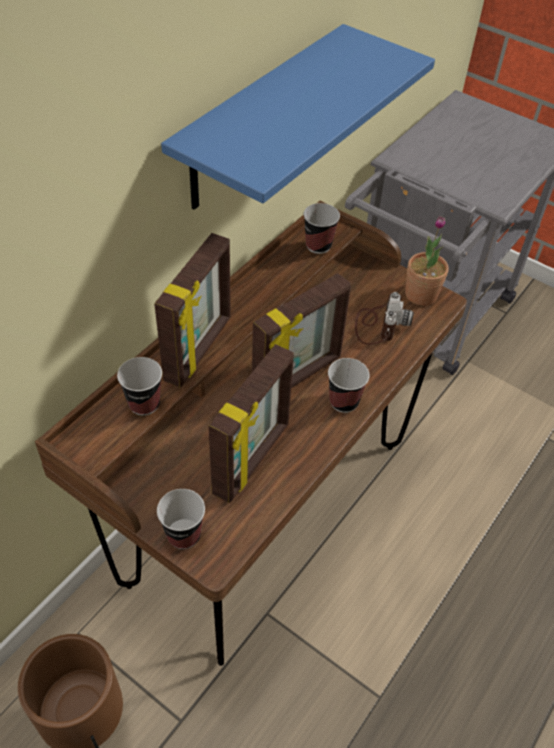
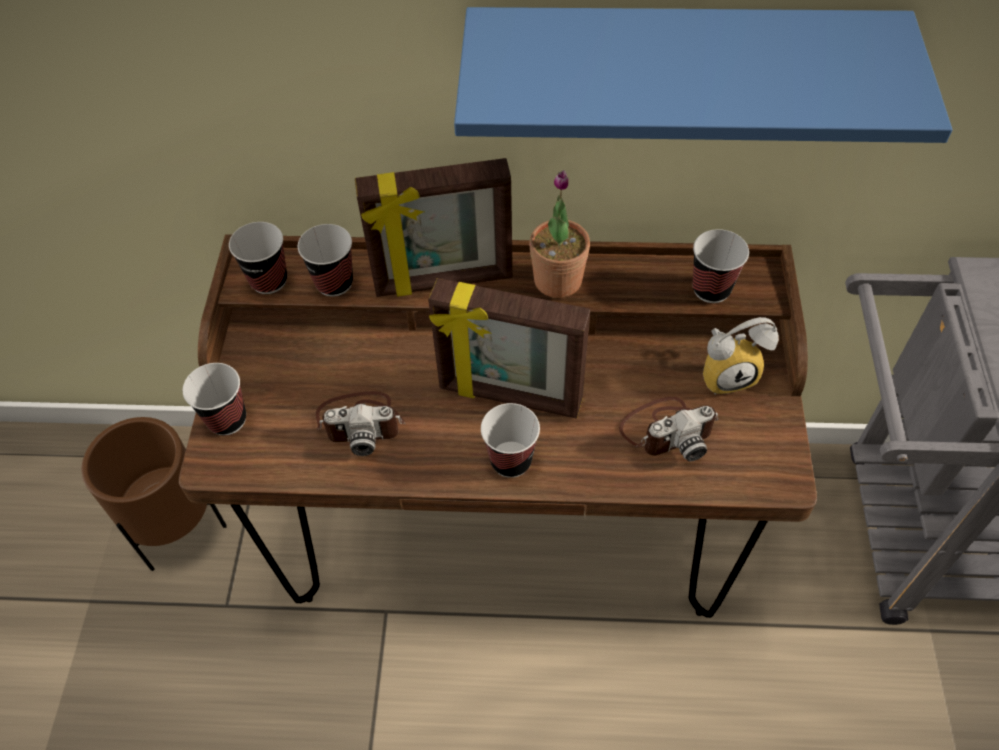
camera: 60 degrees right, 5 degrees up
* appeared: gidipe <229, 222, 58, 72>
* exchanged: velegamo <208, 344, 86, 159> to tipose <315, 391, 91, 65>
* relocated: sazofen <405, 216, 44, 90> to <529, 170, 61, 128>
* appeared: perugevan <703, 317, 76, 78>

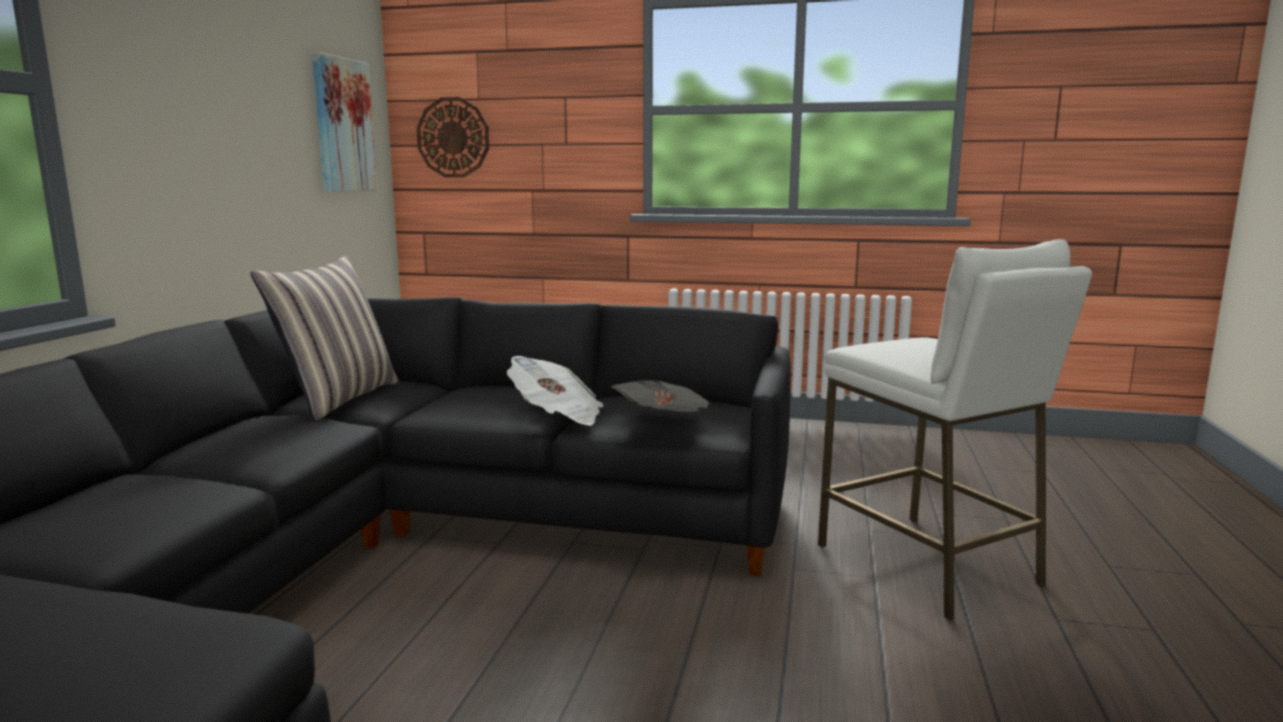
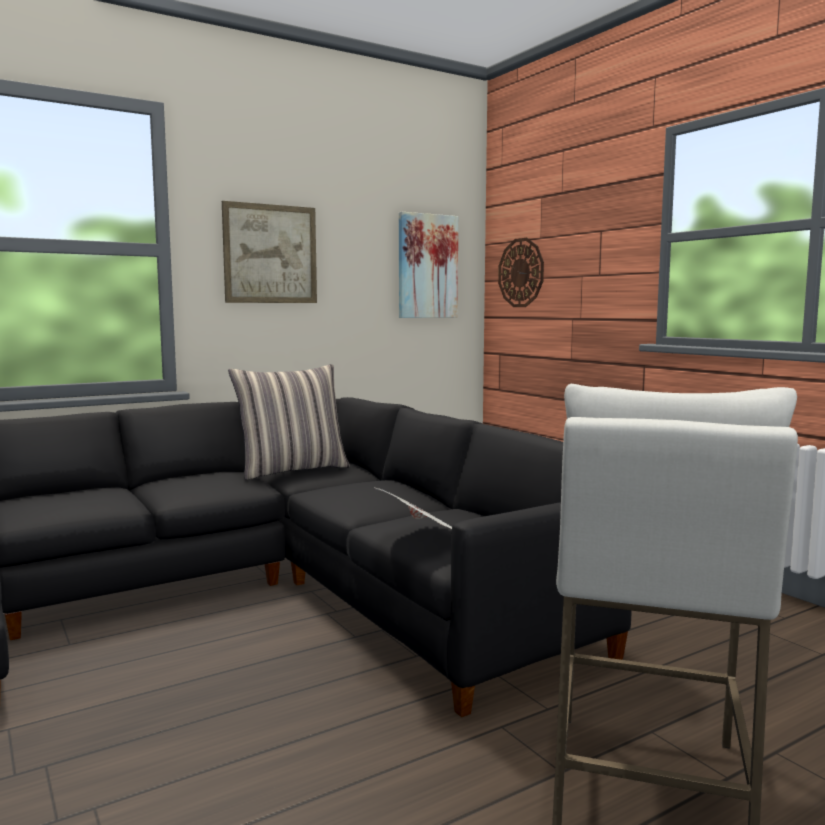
camera: 45 degrees right, 5 degrees down
* appeared: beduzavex <222, 201, 95, 102>
* missing: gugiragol <507, 356, 97, 70>

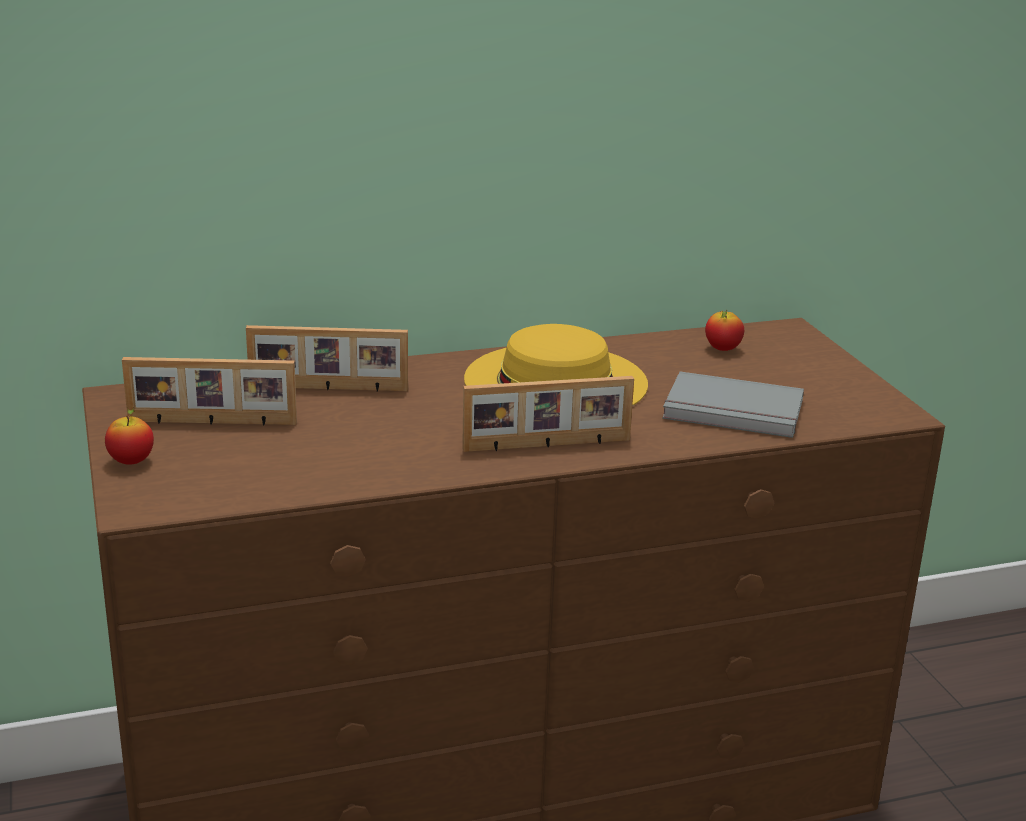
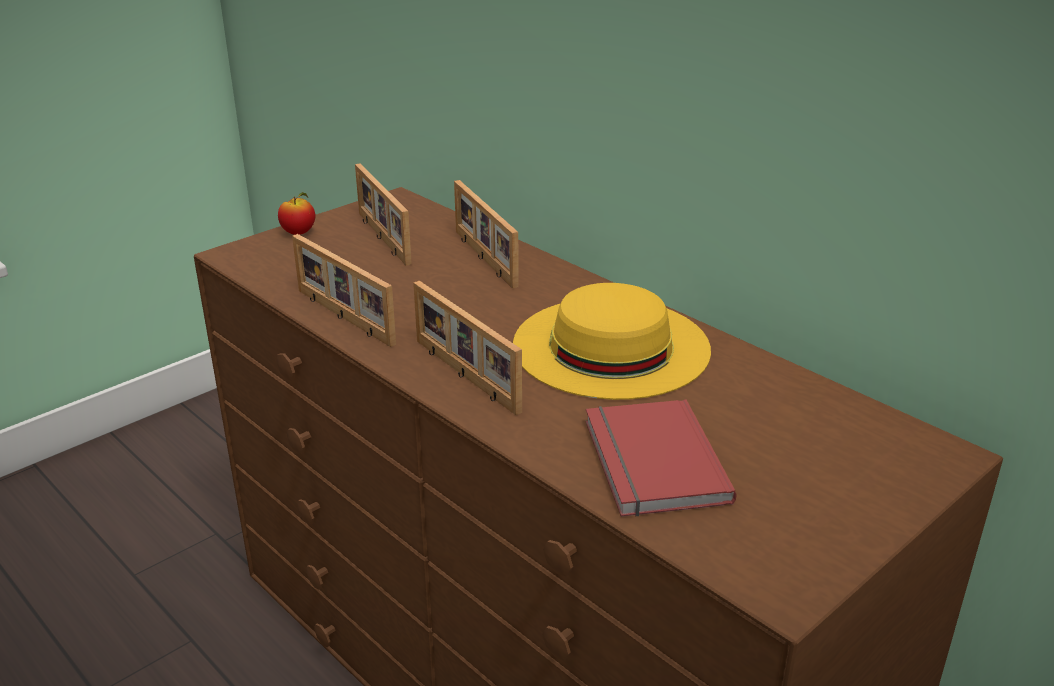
camera: 65 degrees right, 5 degrees up
* appeared: velegamo <292, 234, 104, 113>
* colour: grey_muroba <662, 372, 142, 66> to red_muroba <585, 400, 152, 117>
* missing: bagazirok <705, 310, 39, 41>

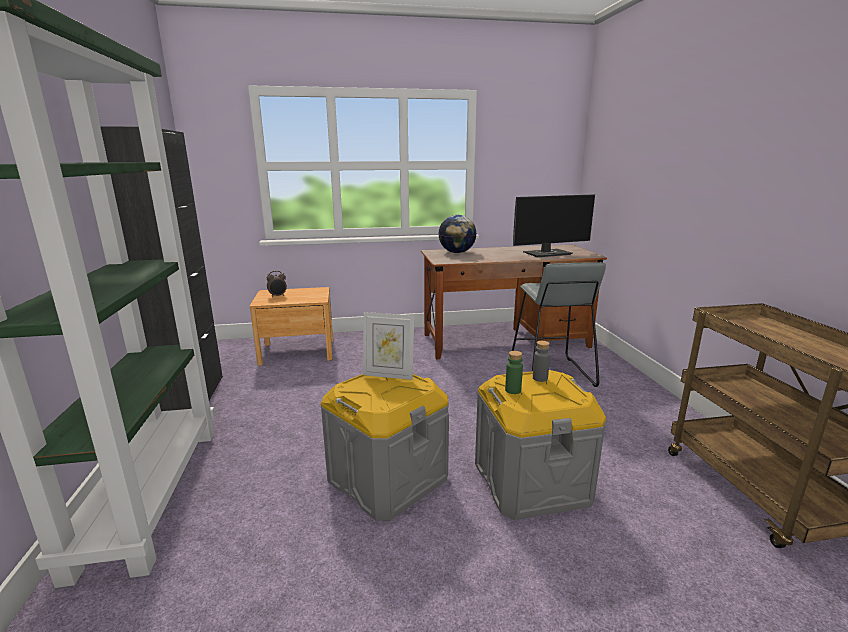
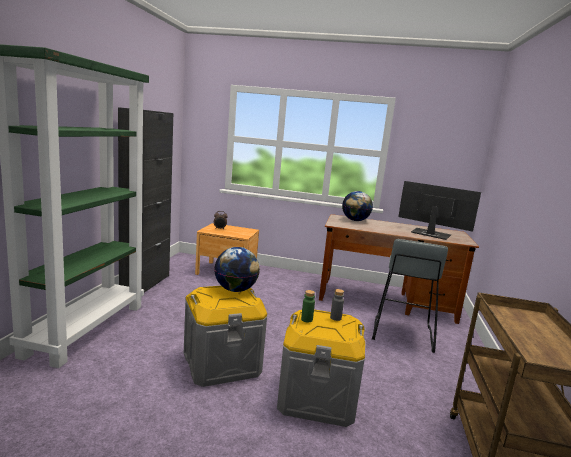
camera: 20 degrees right, 5 degrees down
* exchanged: velegamo <363, 312, 51, 68> to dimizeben <214, 247, 46, 45>
* spun: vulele <513, 194, 82, 63> = <399, 181, 82, 59> 150 degrees counterclockwise

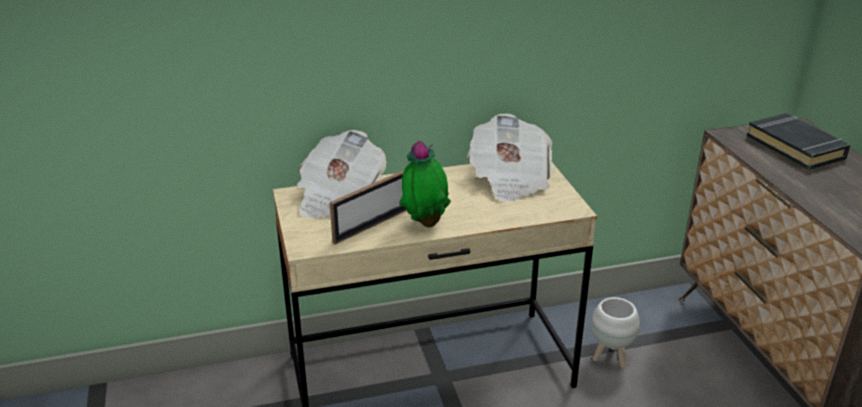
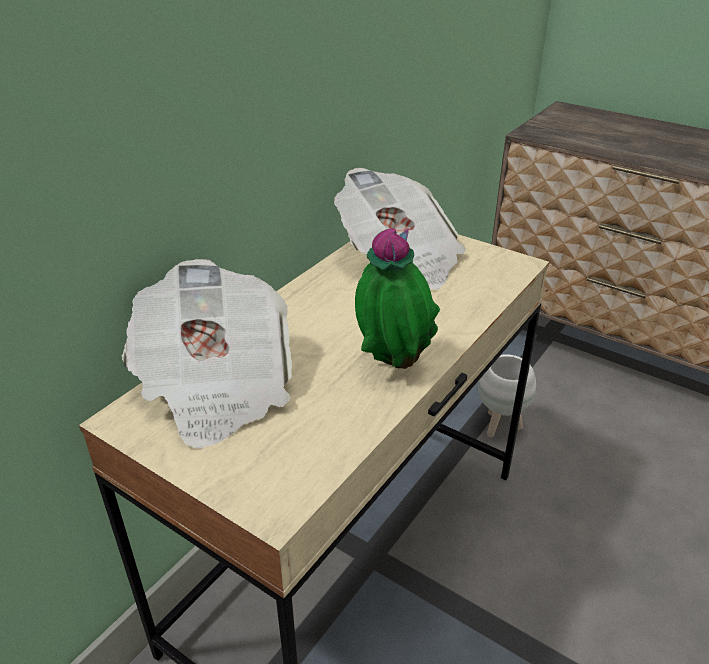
camera: 40 degrees left, 5 degrees up
* missing: velegamo <330, 170, 77, 75>
* missing: black_muroba <747, 113, 104, 57>

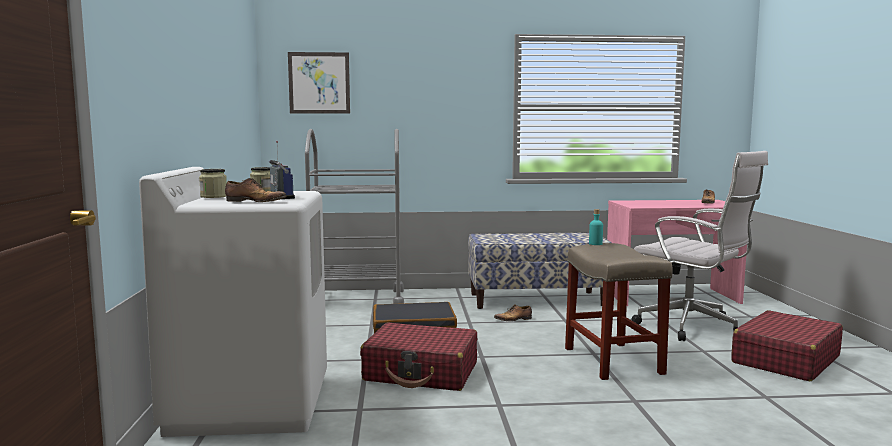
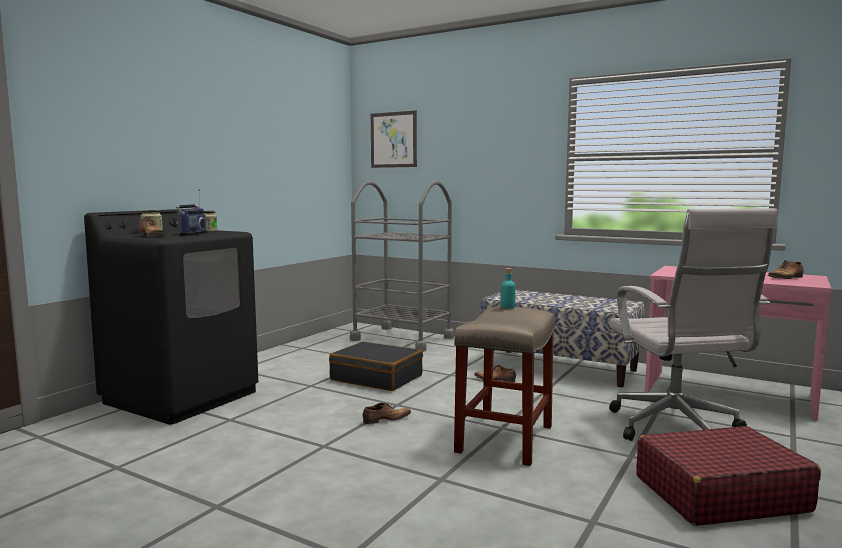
camera: 35 degrees right, 0 degrees up
* colour: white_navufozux <139, 167, 188, 270> to black_navufozux <84, 209, 174, 216>
* appeared: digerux <363, 403, 48, 21>
* missing: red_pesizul <360, 322, 117, 69>

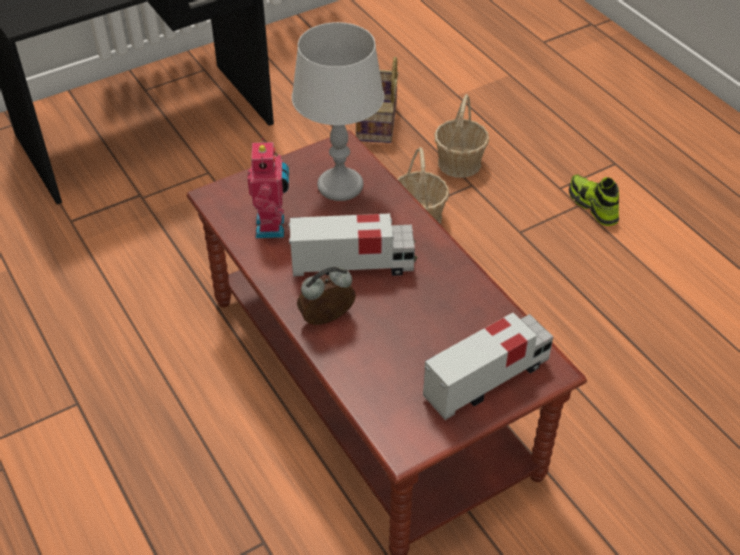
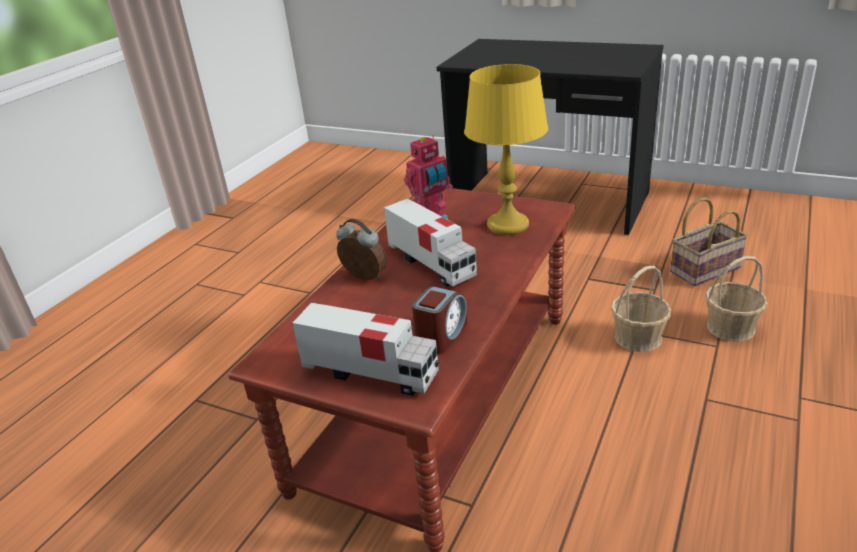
camera: 60 degrees right, 15 degrees down
* appeared: perugevan <412, 286, 55, 68>
* colour: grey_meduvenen <292, 22, 92, 179> to yellow_meduvenen <464, 64, 84, 171>
* missing: digerux <569, 174, 50, 52>

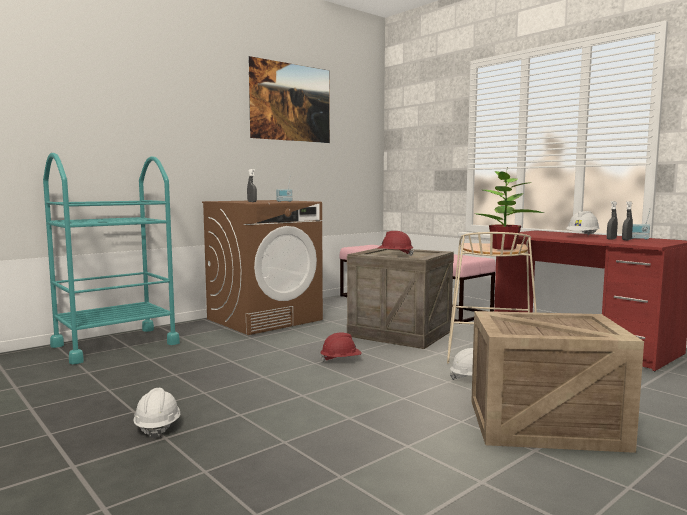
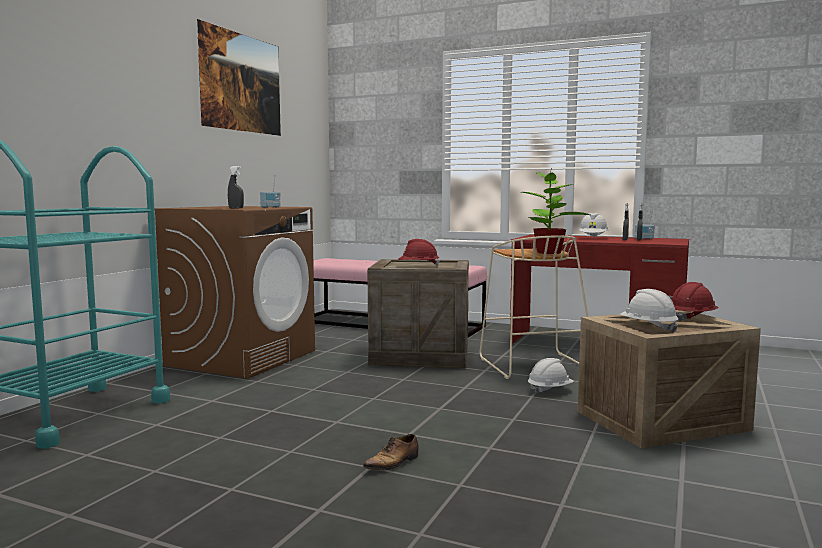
camera: 25 degrees left, 0 degrees up
* appeared: digerux <363, 434, 56, 37>
* relocated: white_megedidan <133, 388, 47, 51> to <619, 289, 59, 44>
* relocated: red_megedidan <320, 332, 42, 30> to <672, 282, 47, 40>

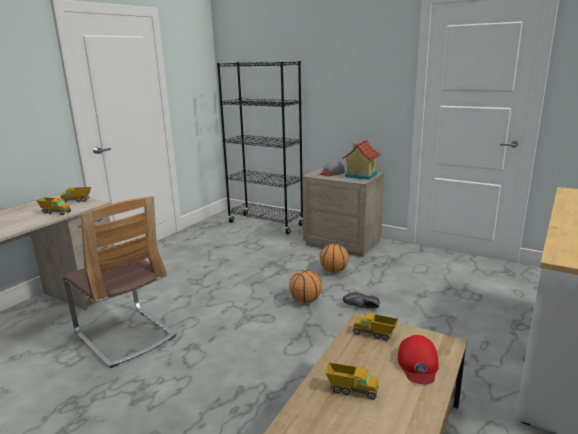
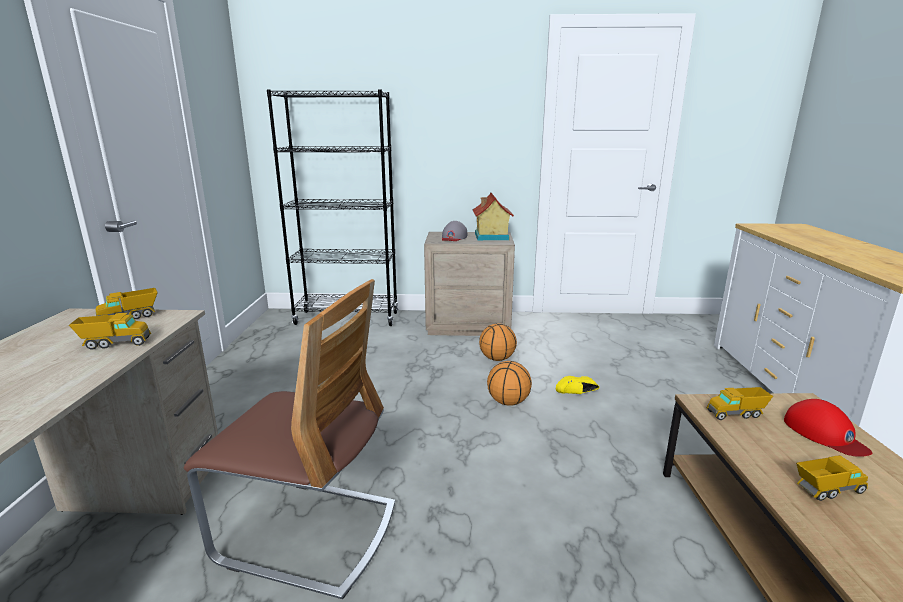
camera: 30 degrees left, 0 degrees up
* colour: black_digerux <343, 292, 36, 16> to yellow_digerux <556, 376, 43, 18>

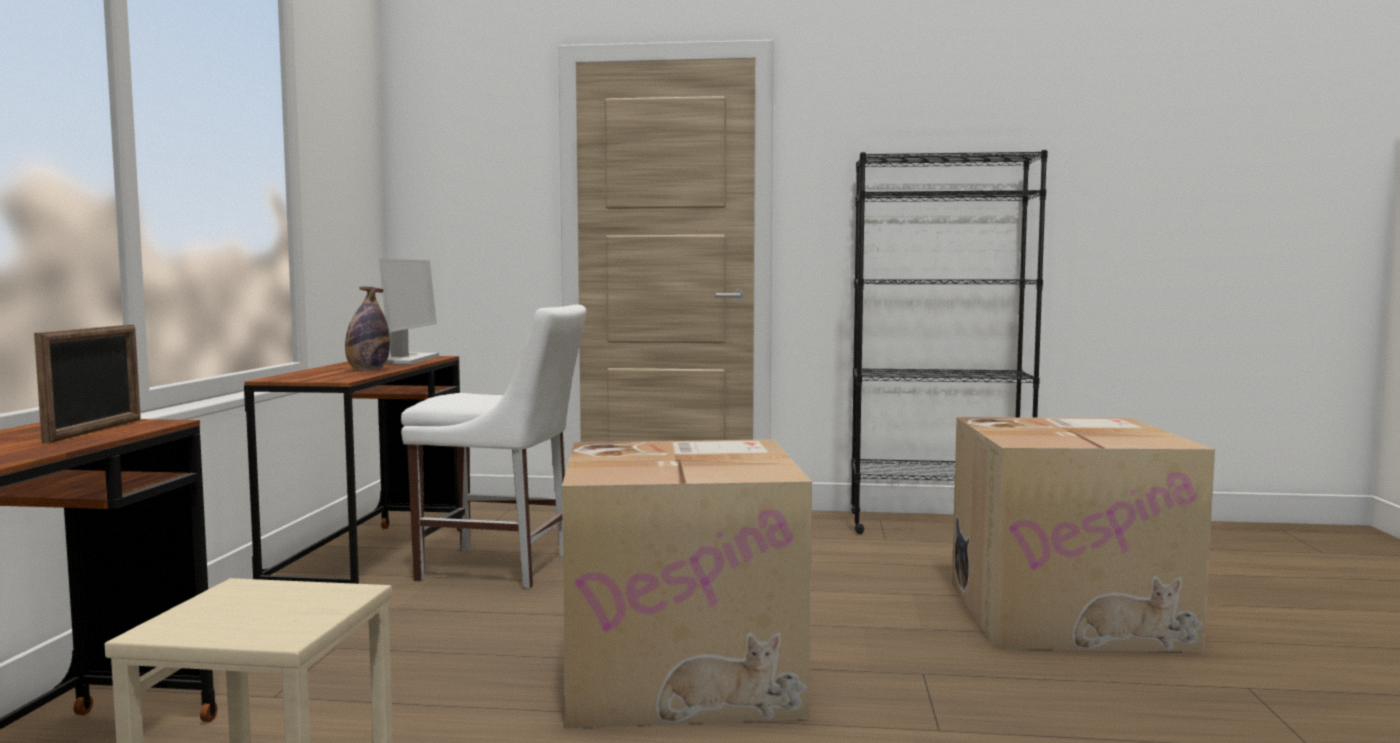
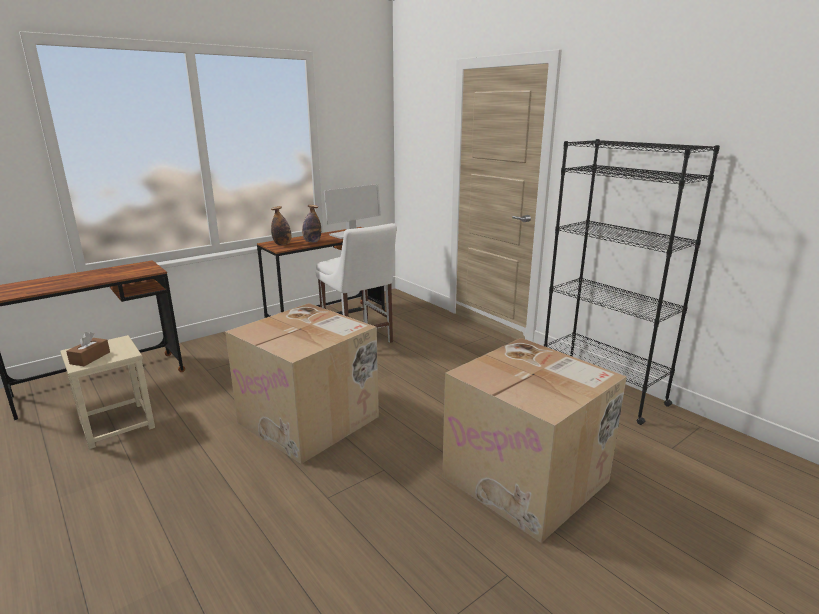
camera: 45 degrees right, 15 degrees up
* appeared: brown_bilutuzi <66, 332, 44, 34>
* appeared: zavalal <271, 206, 20, 39>
* missing: velegamo <34, 325, 107, 119>

